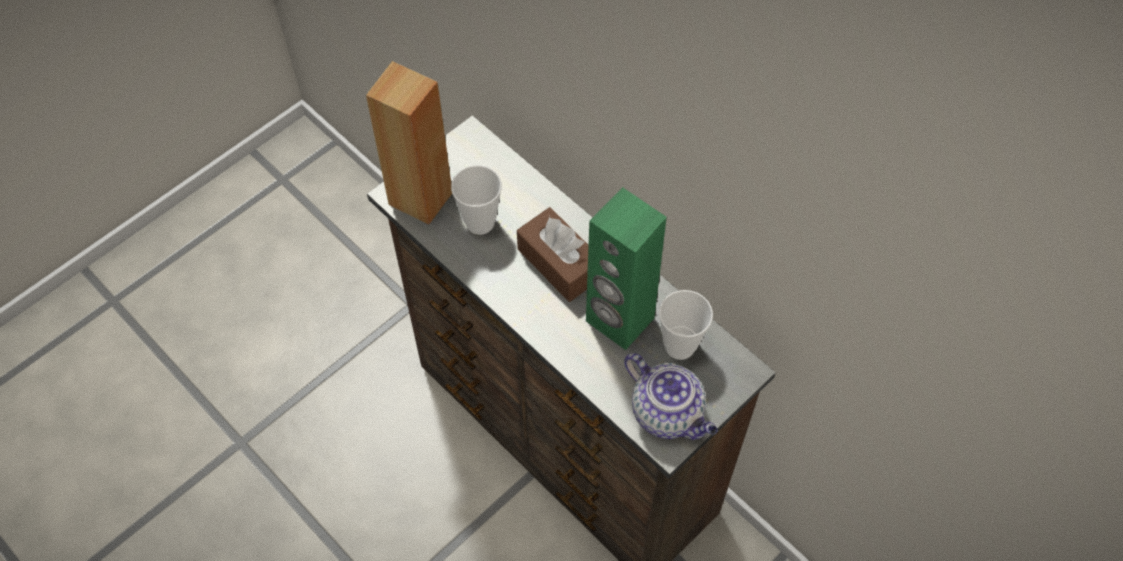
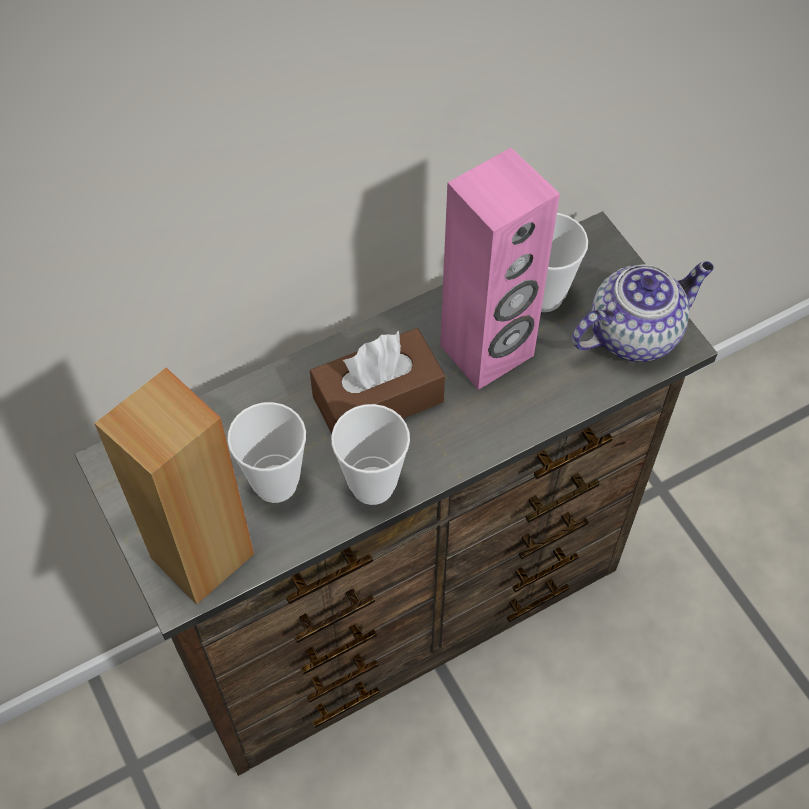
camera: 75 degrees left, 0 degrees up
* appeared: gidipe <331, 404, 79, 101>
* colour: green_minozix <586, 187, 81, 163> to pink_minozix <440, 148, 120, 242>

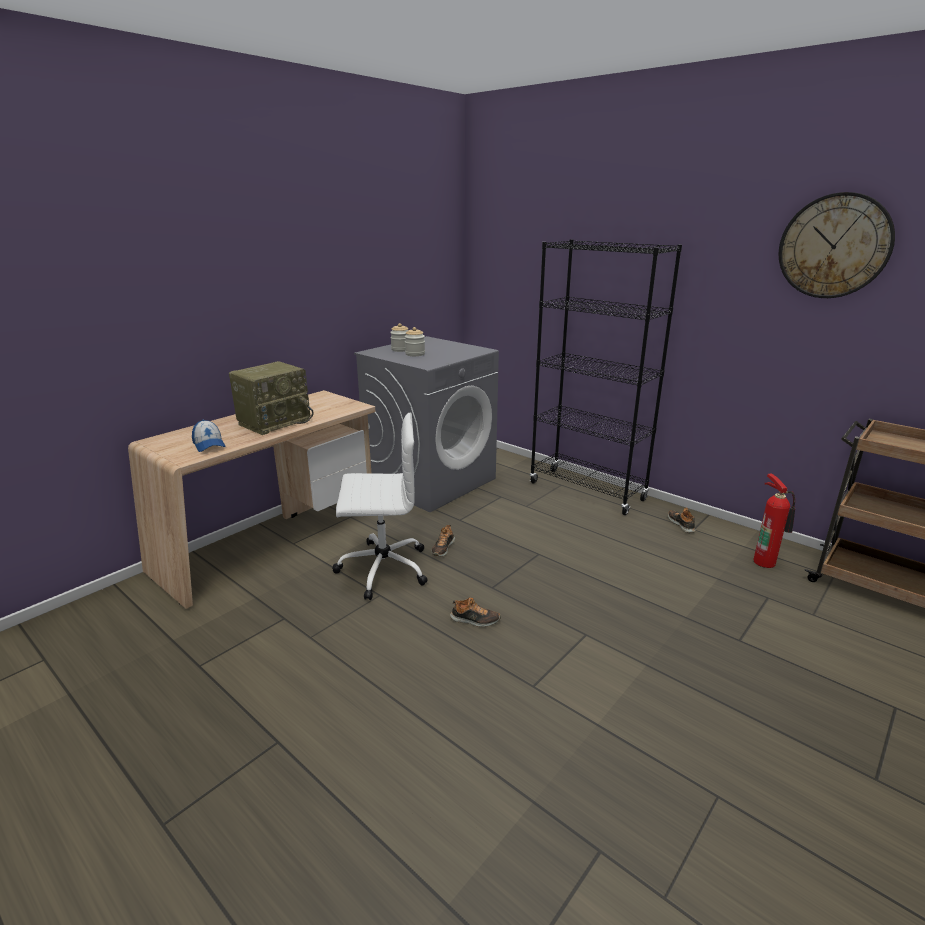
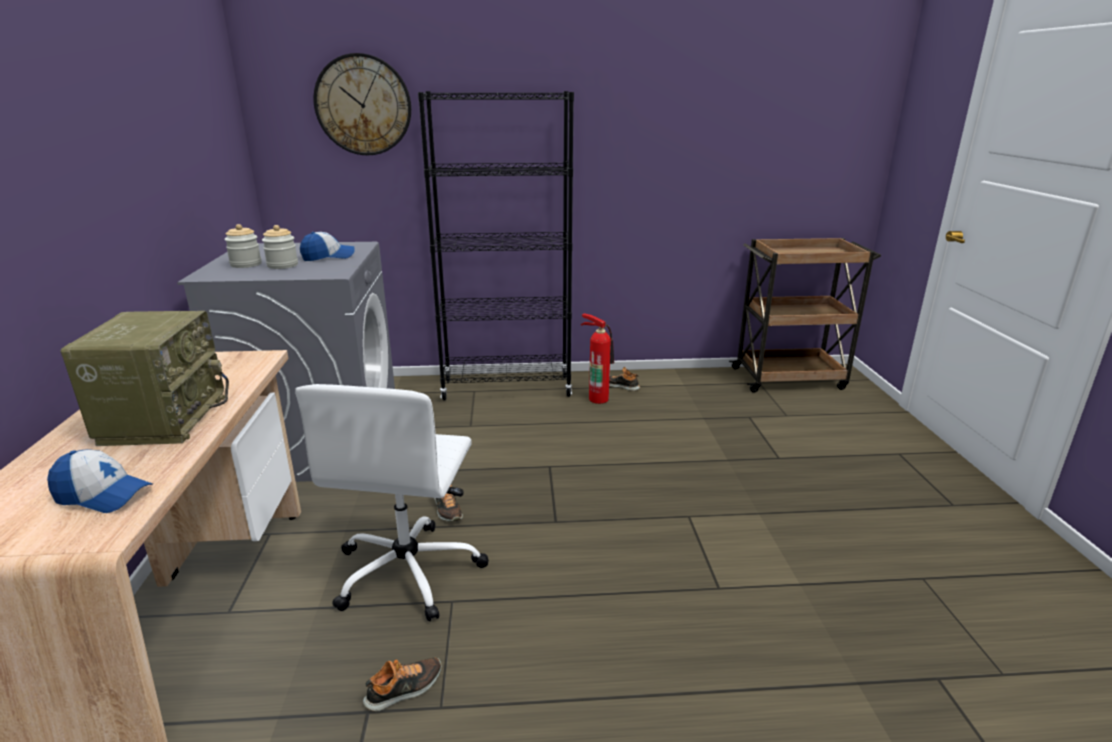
camera: 45 degrees left, 0 degrees up
* spun: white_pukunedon <332, 412, 96, 188> = <295, 384, 194, 238> 150 degrees clockwise
* appeared: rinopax <300, 232, 55, 29>
* relocated: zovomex <779, 192, 116, 106> to <314, 53, 97, 102>
* relocated: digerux <450, 597, 51, 30> to <363, 658, 79, 54>
* relocated: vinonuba <753, 474, 42, 94> to <581, 313, 33, 91>

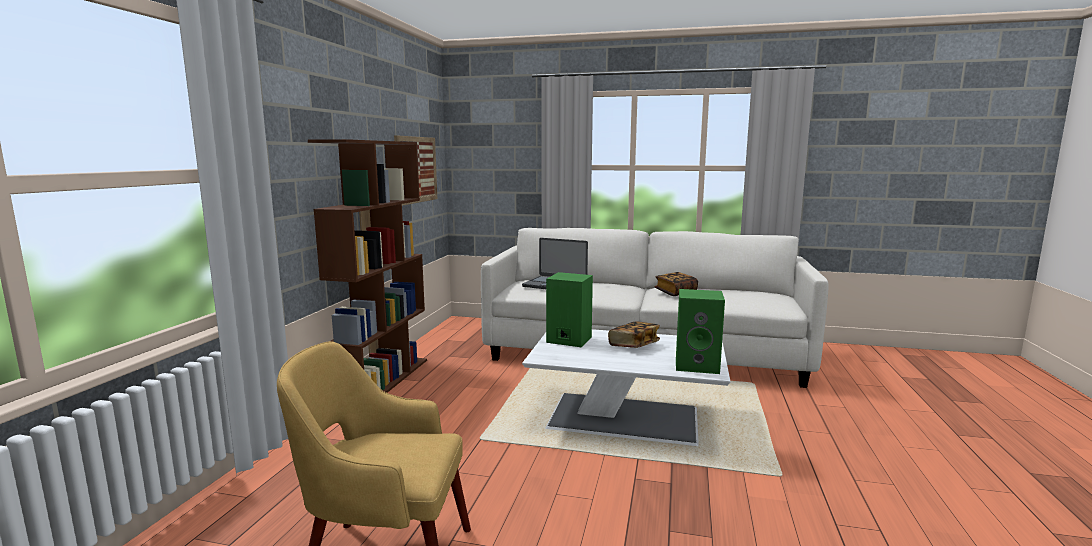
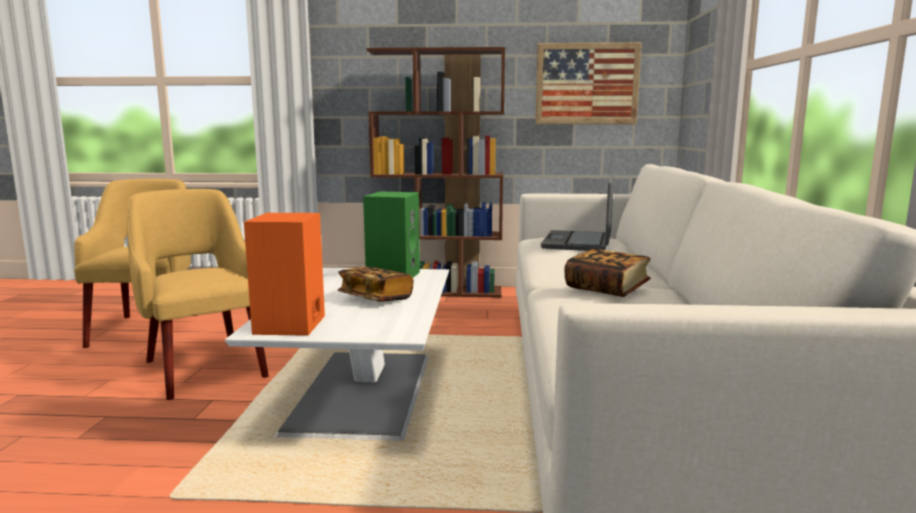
camera: 80 degrees right, 0 degrees up
* appeared: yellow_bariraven <127, 189, 142, 211>
* colour: green_minozix <676, 289, 49, 85> to orange_minozix <244, 213, 81, 123>

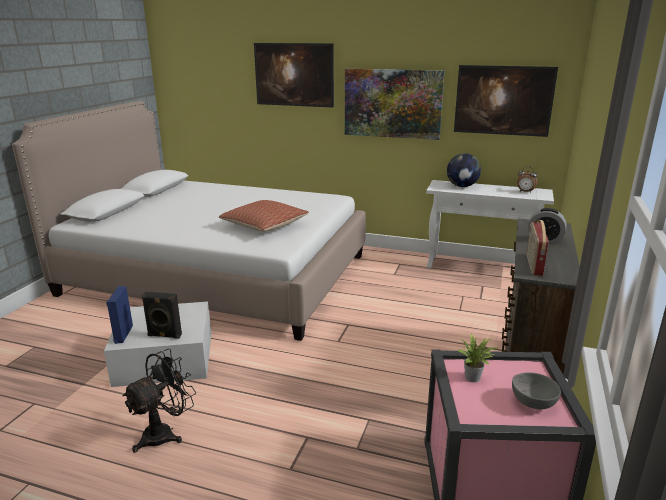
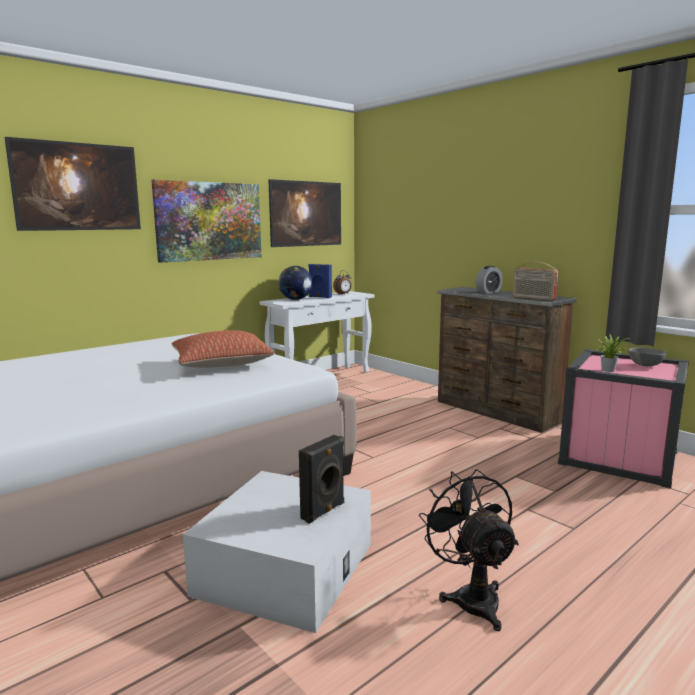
camera: 60 degrees left, 10 degrees down
* relocated: blue_minozix <106, 286, 27, 58> to <308, 264, 24, 34>

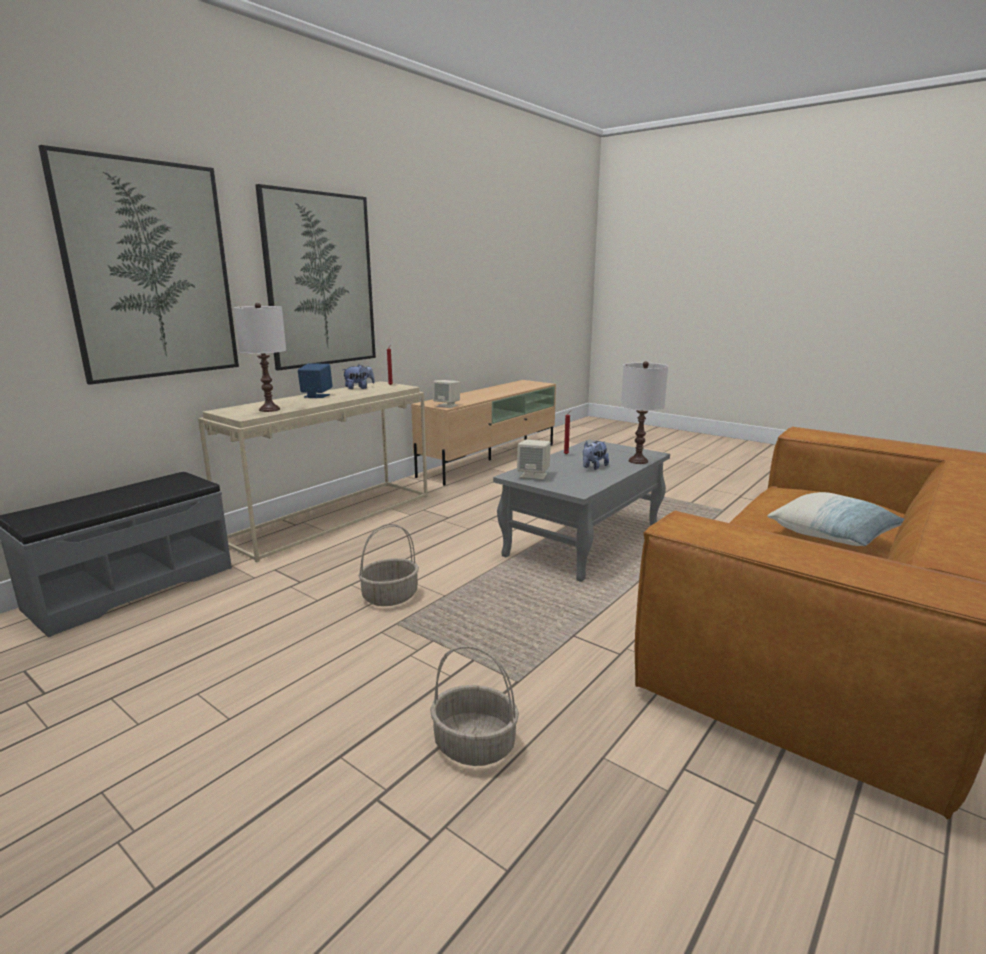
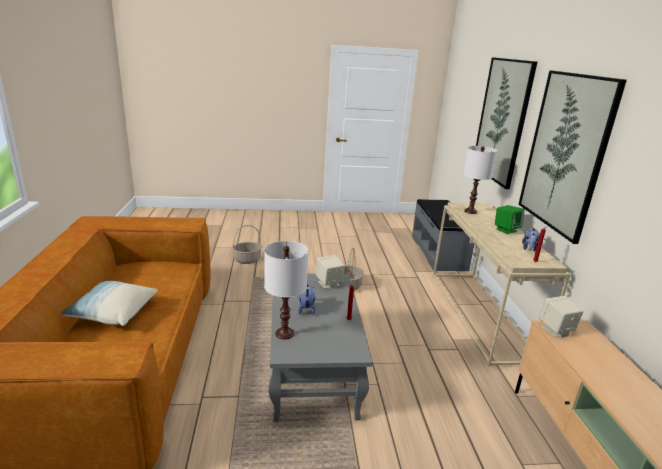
camera: 135 degrees right, 5 degrees up
* colour: blue_minozix <298, 363, 35, 35> to green_minozix <495, 205, 30, 29>

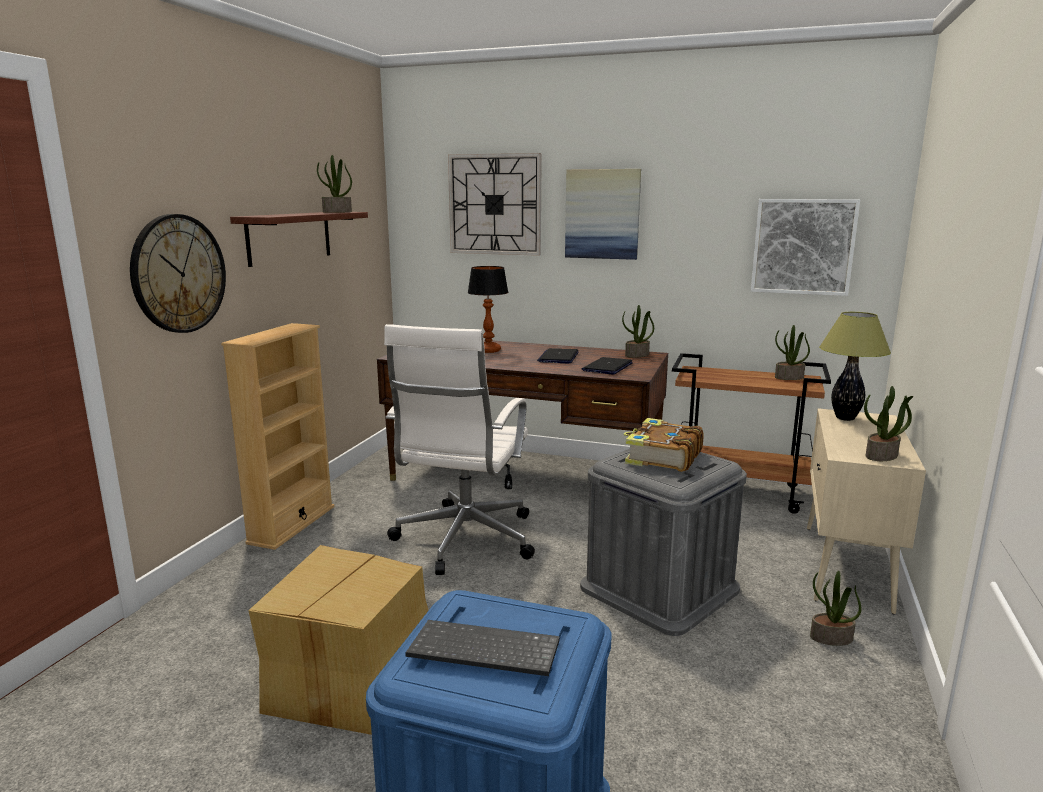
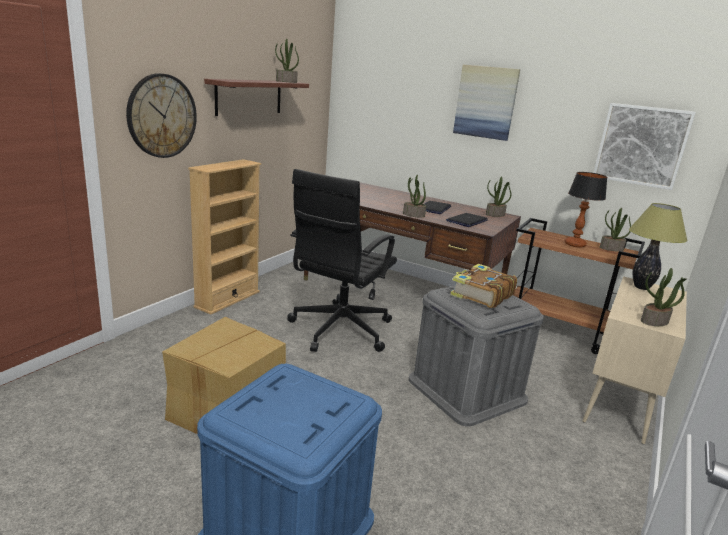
camera: 10 degrees right, 5 degrees up
* colour: white_pukunedon <384, 324, 151, 251> to black_pukunedon <287, 169, 110, 183>
* relocated: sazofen <810, 571, 52, 75> to <403, 174, 23, 43>
* relocated: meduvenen <468, 266, 40, 87> to <565, 172, 42, 76>
* missing: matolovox <406, 620, 154, 56>
* missing: zovomex <448, 153, 94, 103>

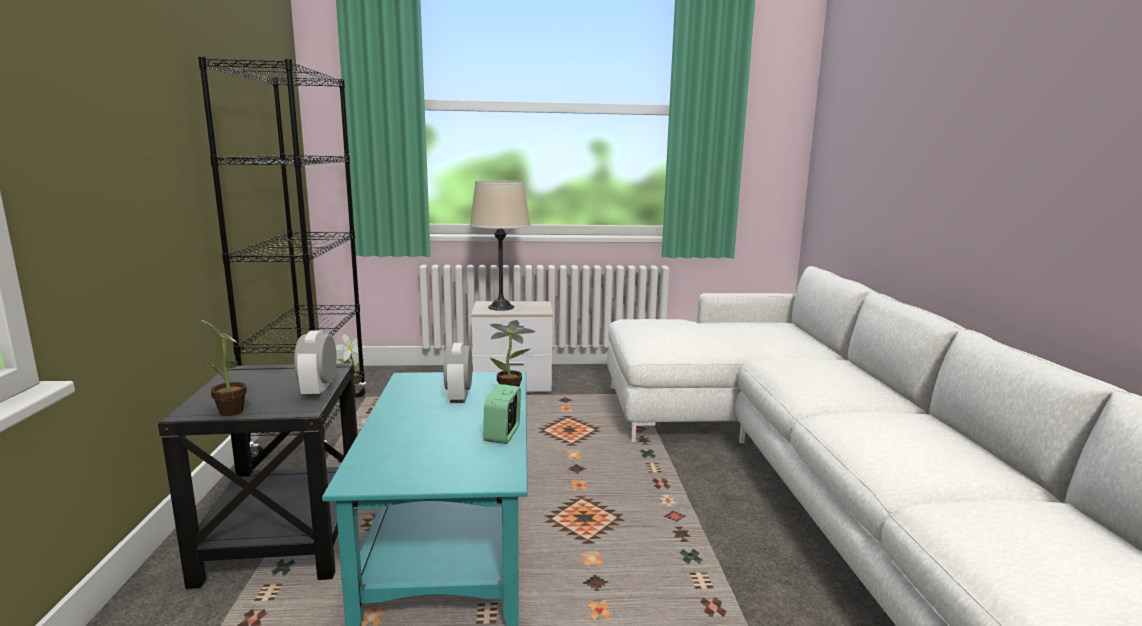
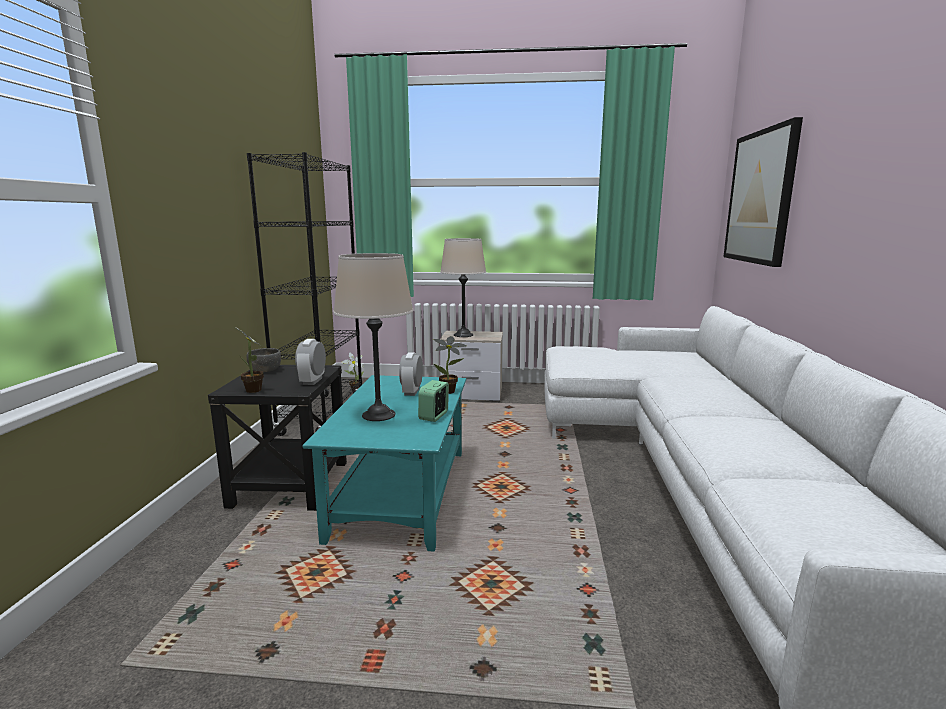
camera: 10 degrees right, 0 degrees up
* appeared: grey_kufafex <247, 348, 34, 24>
* appeared: beige_meduvenen <333, 253, 80, 168>
* appeared: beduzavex <723, 117, 80, 150>

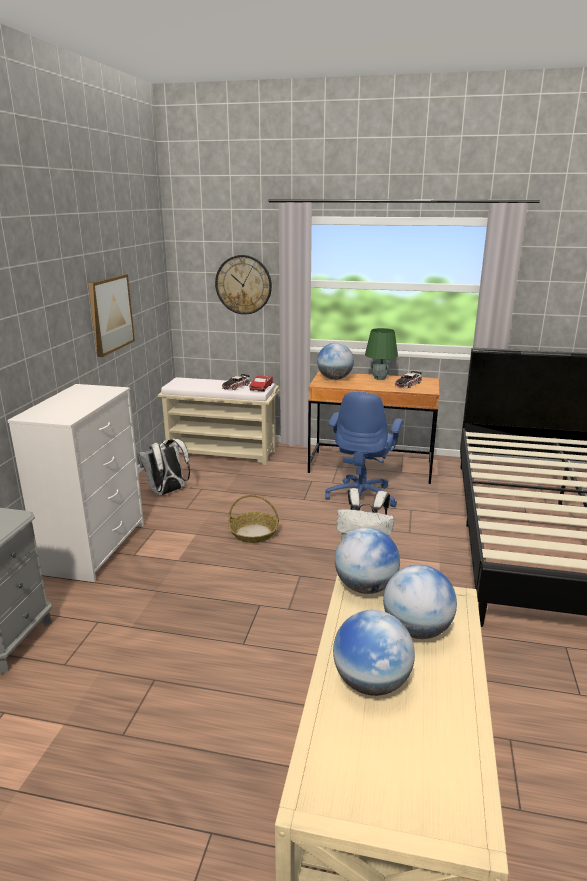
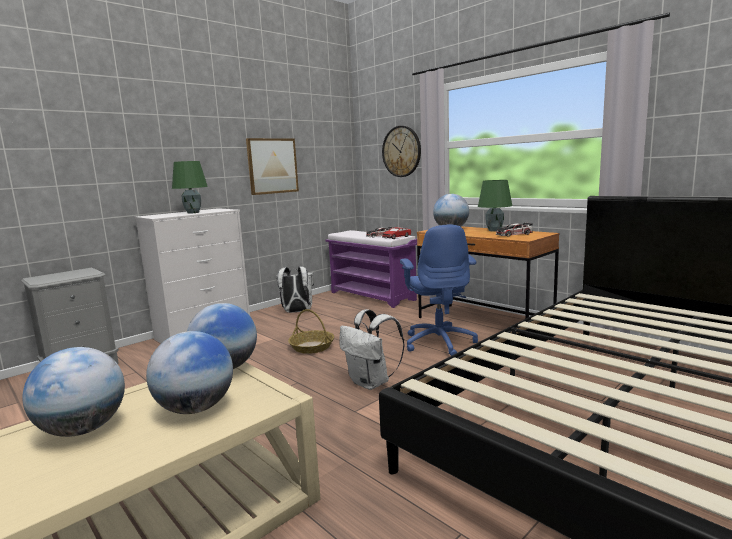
camera: 35 degrees right, 10 degrees down
* appeared: green_meduvenen <172, 161, 36, 53>
* colour: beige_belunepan <158, 377, 121, 88> to purple_belunepan <325, 230, 92, 78>
* spun: blue_pukunedon <325, 392, 78, 118> = <400, 225, 78, 131> 60 degrees counterclockwise

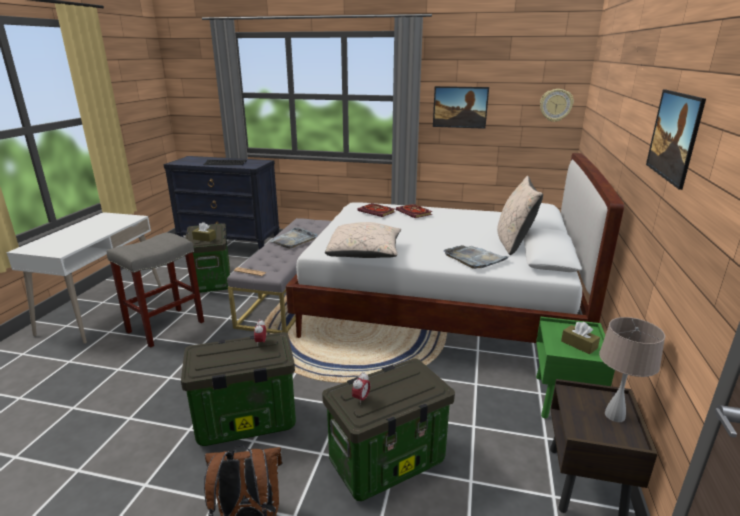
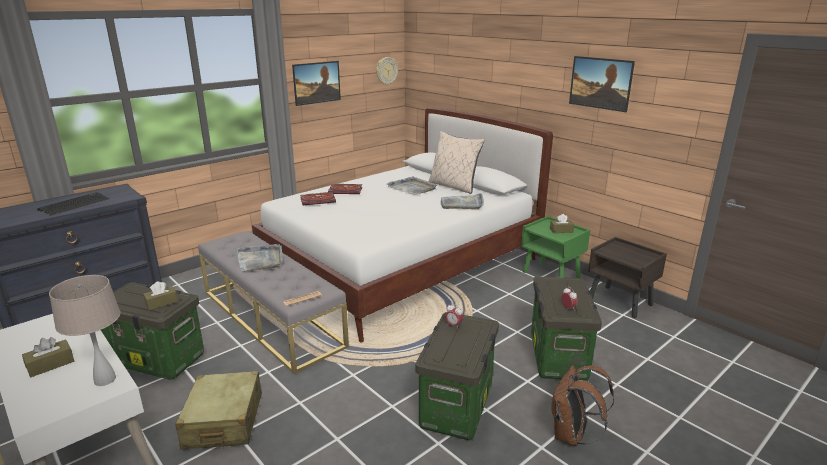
camera: 55 degrees left, 0 degrees up
* appeared: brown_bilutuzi <22, 337, 52, 40>
* relocated: beige_meduvenen <599, 317, 66, 105> to <49, 275, 72, 111>
* exchanged: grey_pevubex <107, 232, 97, 116> to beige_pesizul <175, 371, 87, 78>
* appeared: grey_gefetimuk <386, 176, 51, 19>
* missing: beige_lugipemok <325, 222, 76, 36>

